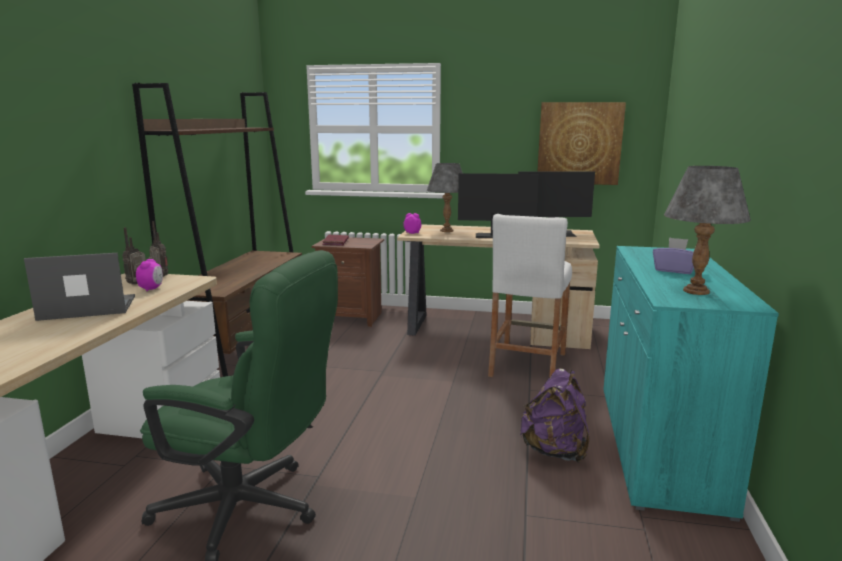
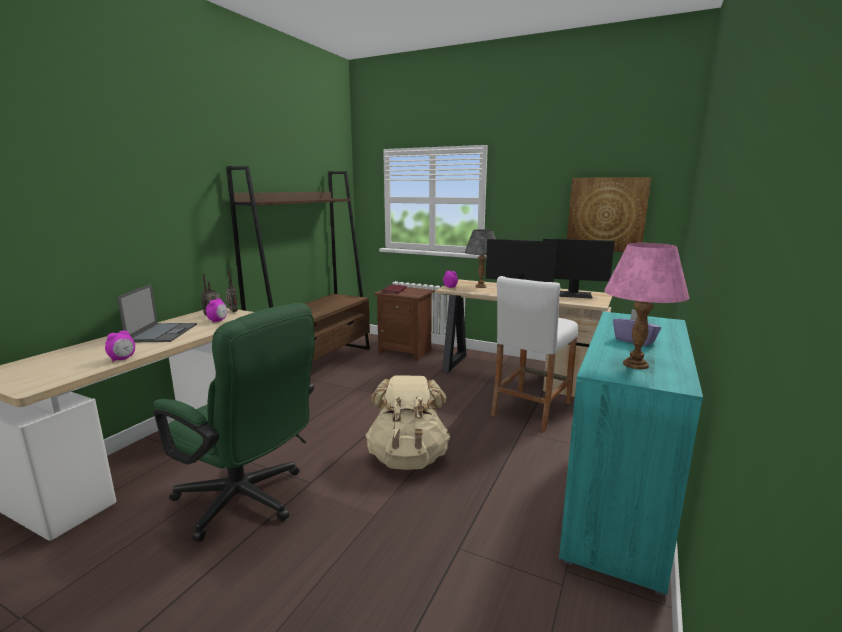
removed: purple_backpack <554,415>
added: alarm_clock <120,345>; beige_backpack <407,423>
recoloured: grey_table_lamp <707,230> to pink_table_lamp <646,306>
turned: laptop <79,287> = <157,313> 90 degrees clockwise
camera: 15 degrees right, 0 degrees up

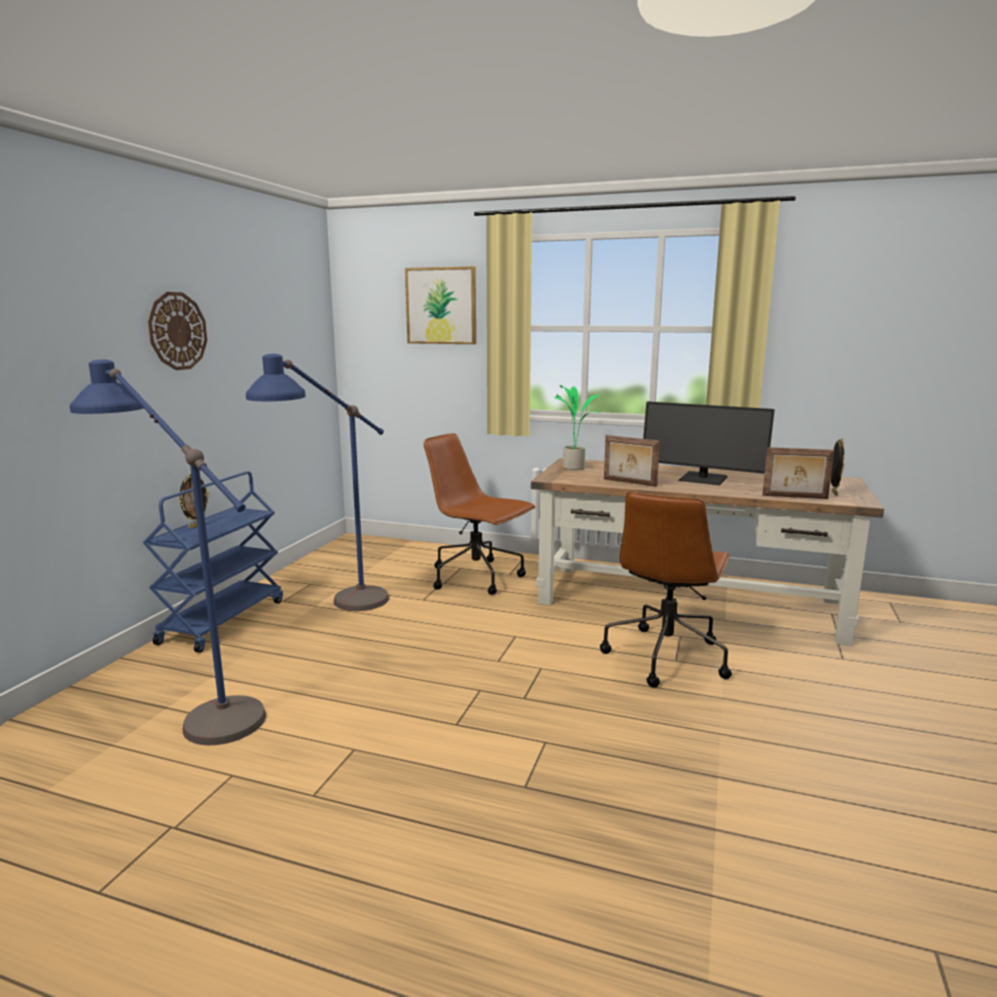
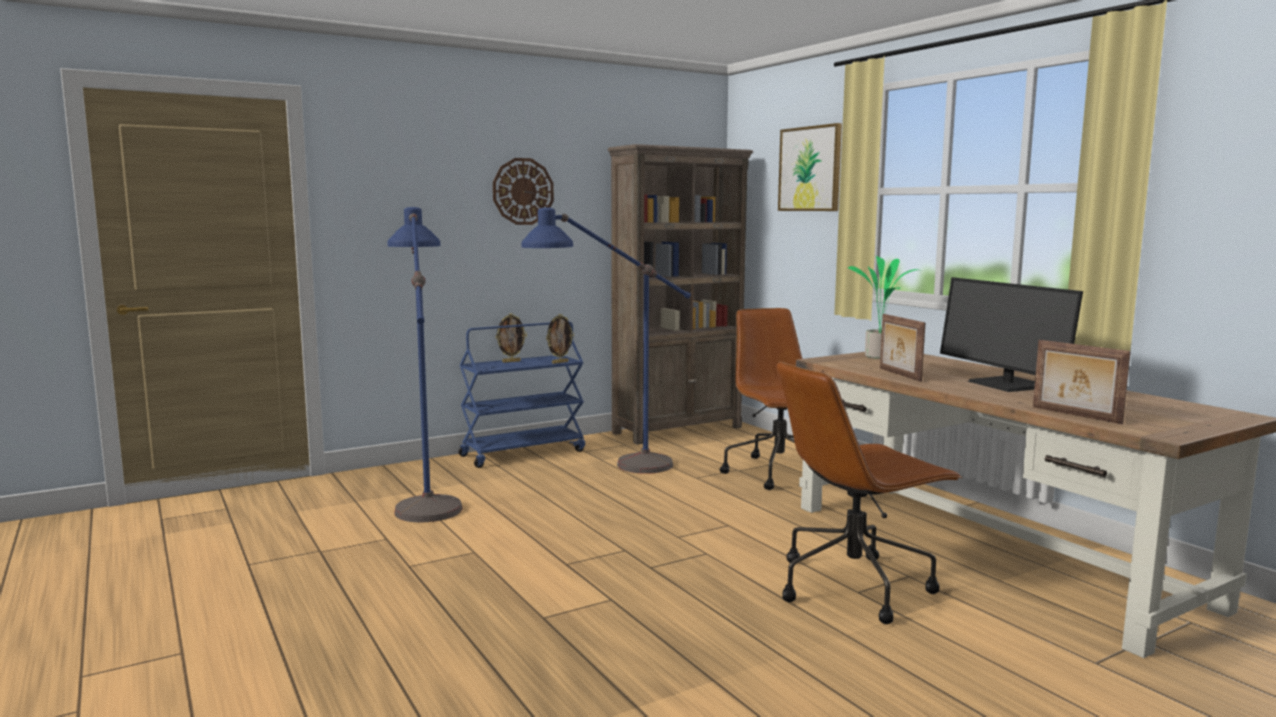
added: brown_bookcase <680,294>
moved: picture_frame <838,467> to <560,339>
camera: 40 degrees right, 5 degrees down

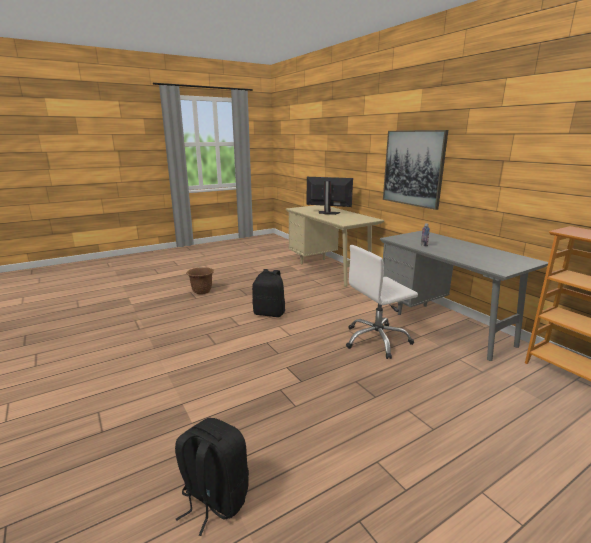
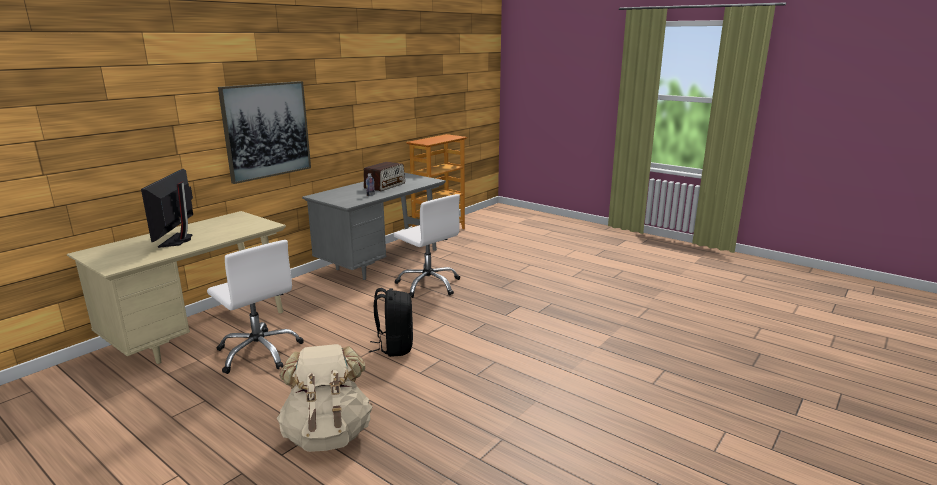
removed: black_backpack <212,477>
added: white_office_chair <255,307>; radio <384,176>
replaced: brown_planter <200,280> to beige_backpack <325,398>
camera: 110 degrees left, 0 degrees up

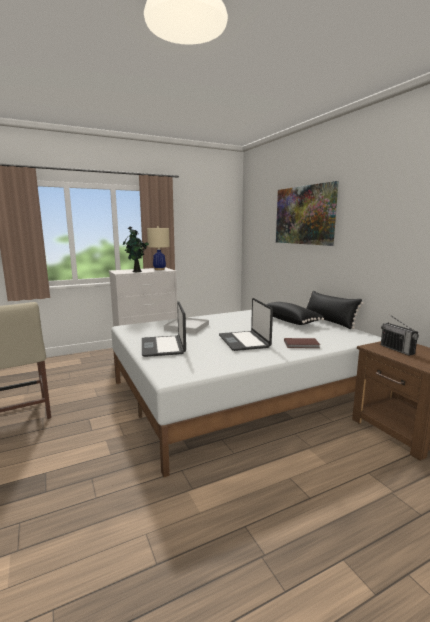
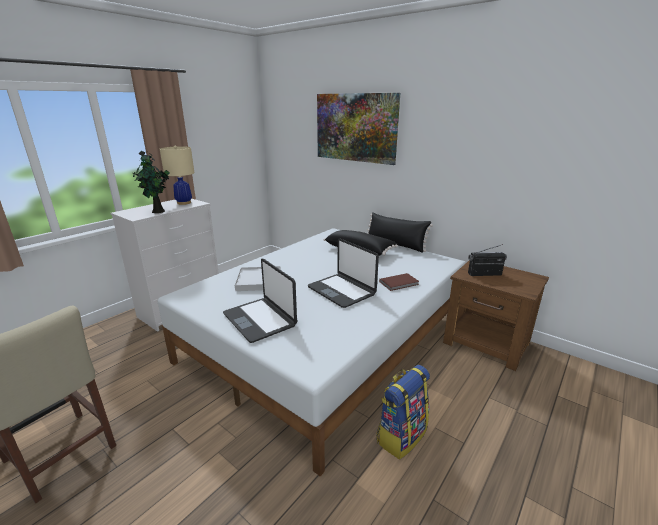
added: backpack <403,412>
turned: radio <400,335> = <487,260> 135 degrees clockwise
camera: 25 degrees left, 10 degrees up

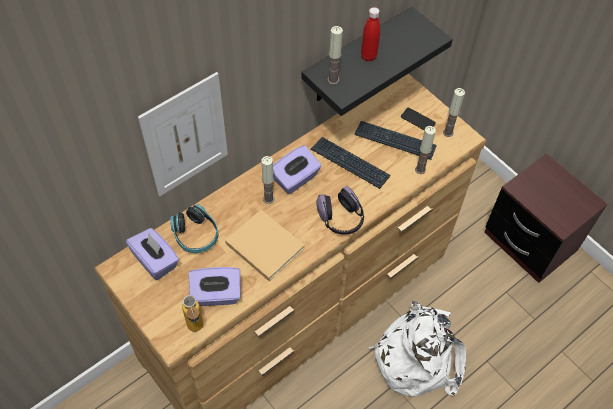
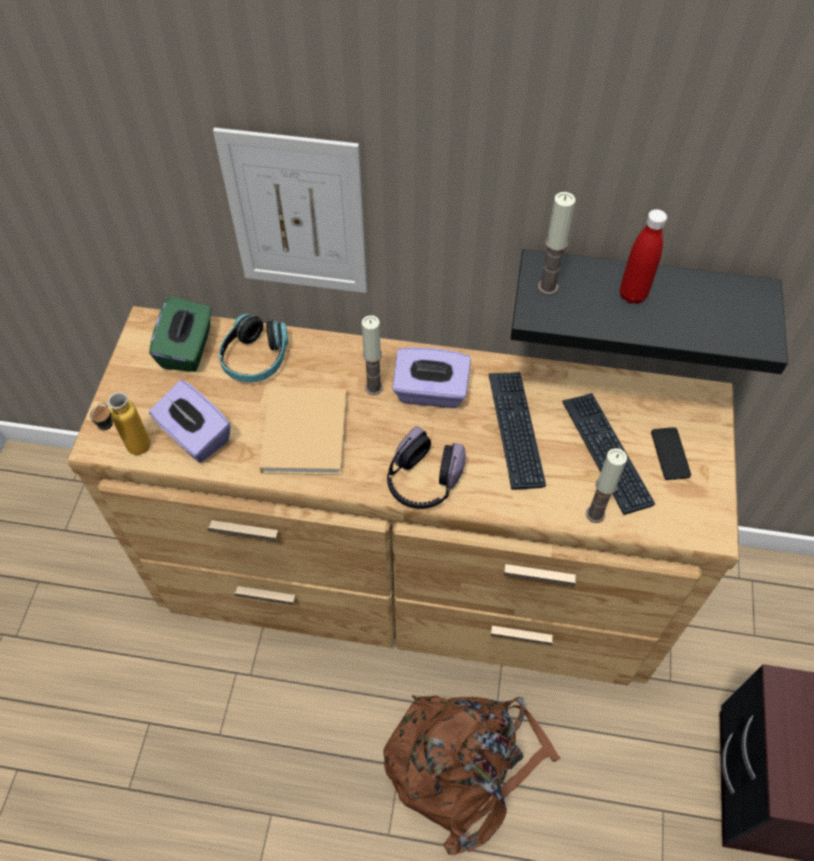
removed: candle <454,112>
recoloured: purple_tissue_box <152,254> to green_tissue_box <180,334>; white_backpack <417,349> to brown_backpack <471,775>
camera: 50 degrees right, 0 degrees up

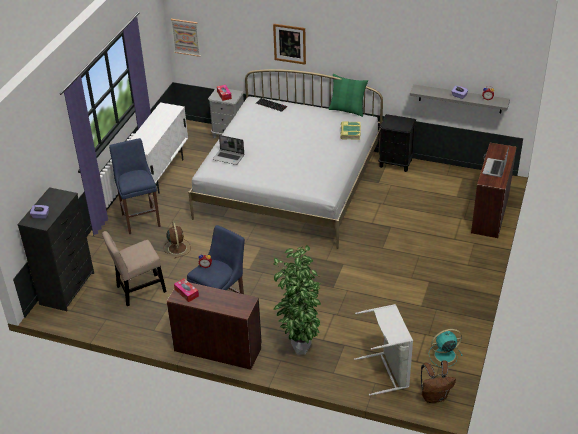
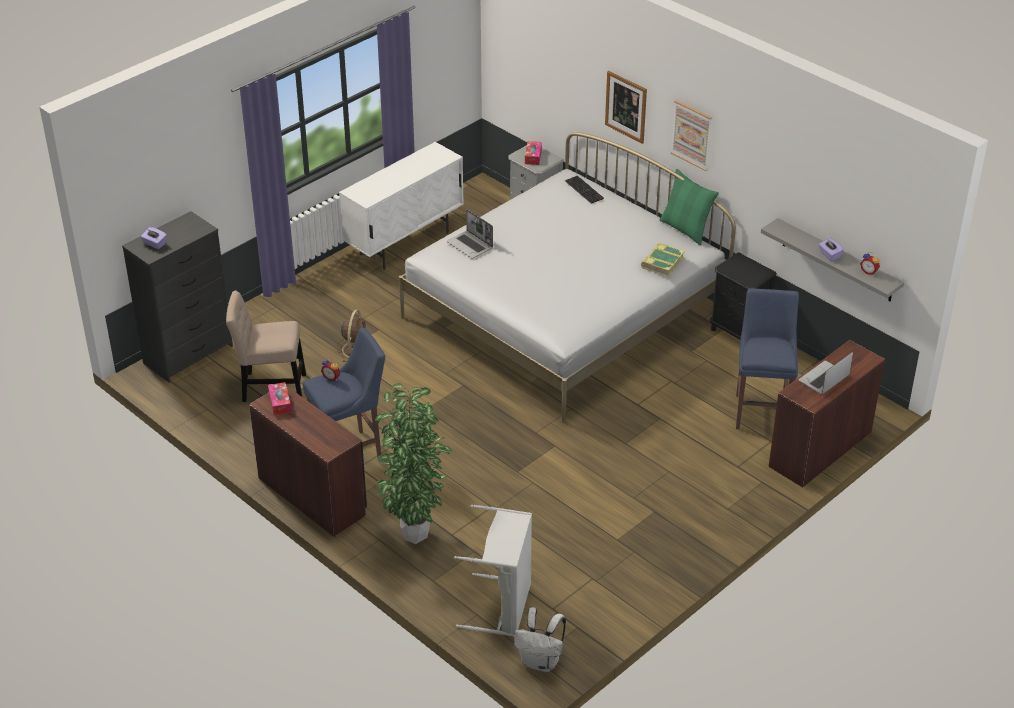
removed: turquoise_fan <446,348>
moved: blue_stool <135,186> to <767,358>; picture <185,38> to <691,135>
recoloured: brown_backpack <438,381> to white_backpack <540,639>
camera: 25 degrees right, 0 degrees up

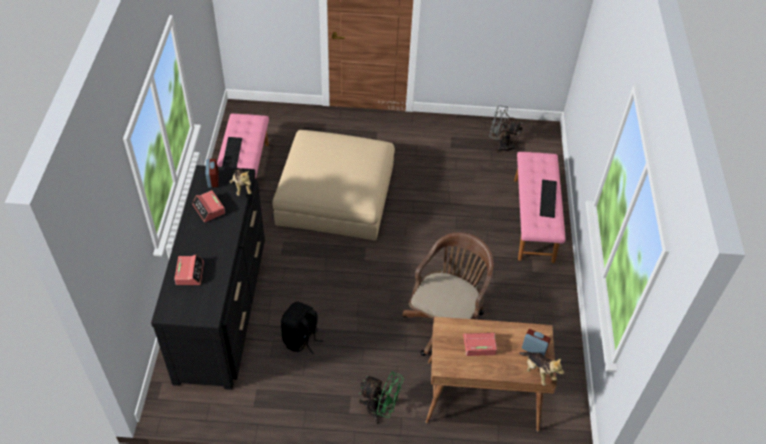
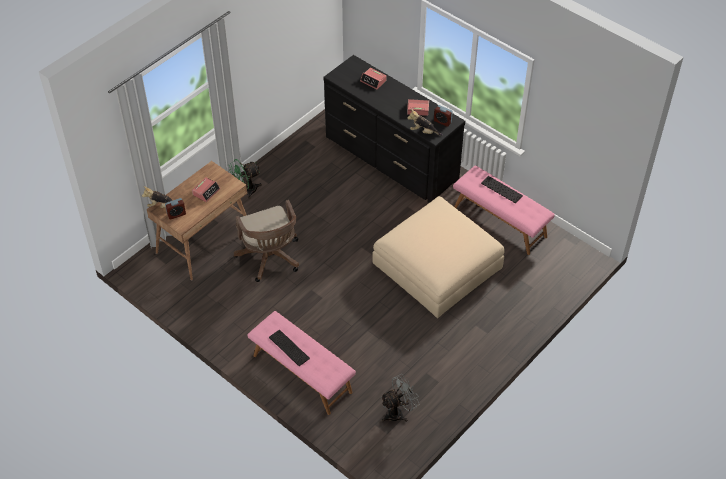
removed: black_backpack <302,327>
camera: 130 degrees right, 0 degrees up

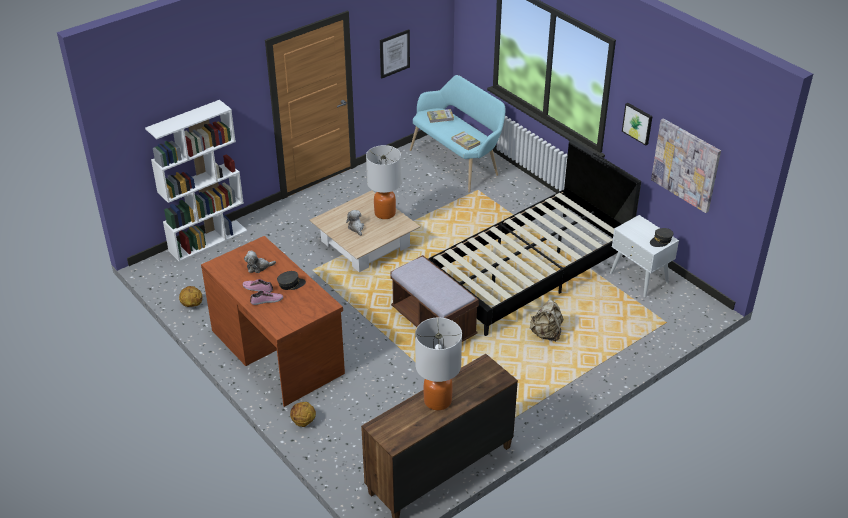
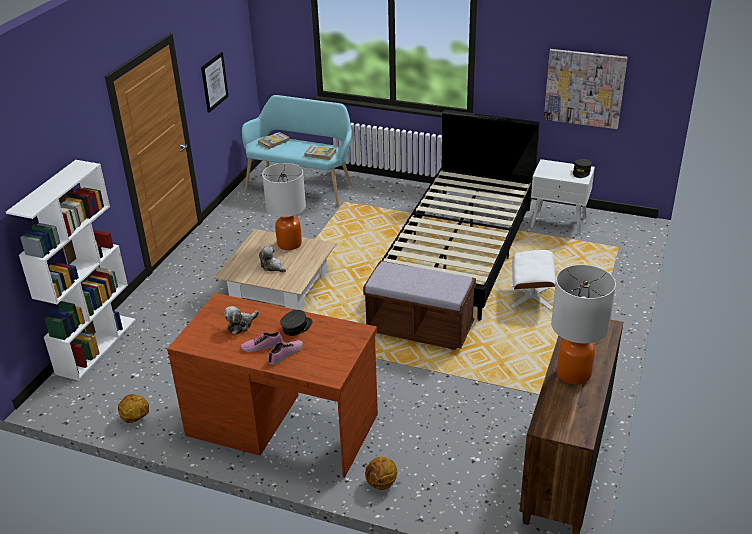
removed: picture <637,124>
replaced: beige_backpack <546,321> to white_ottoman <533,279>
camera: 30 degrees left, 5 degrees down

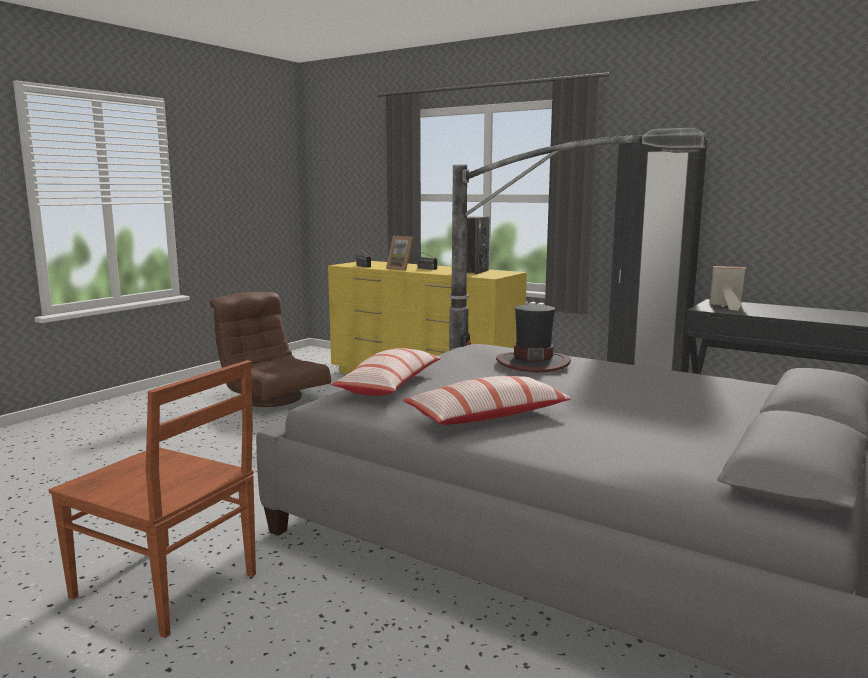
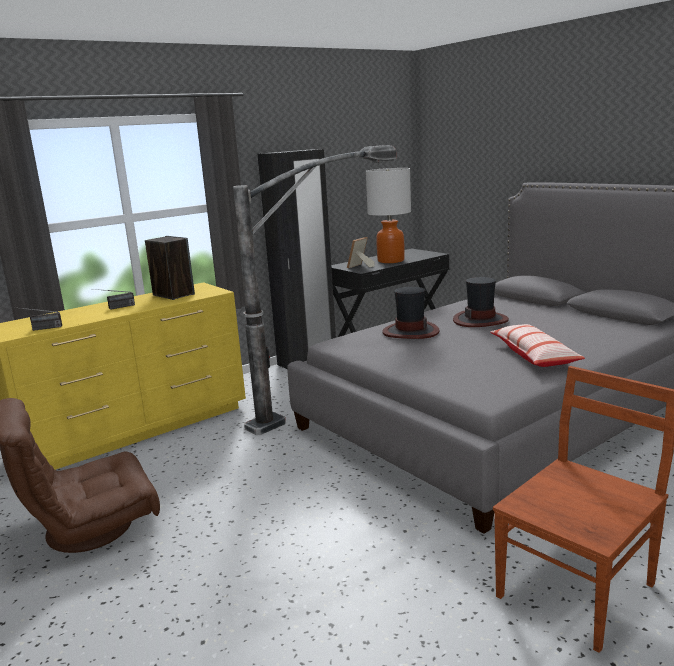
removed: pillow <386,372>; picture_frame <399,253>
added: table_lamp <388,215>; hat <481,302>
camera: 70 degrees left, 5 degrees up

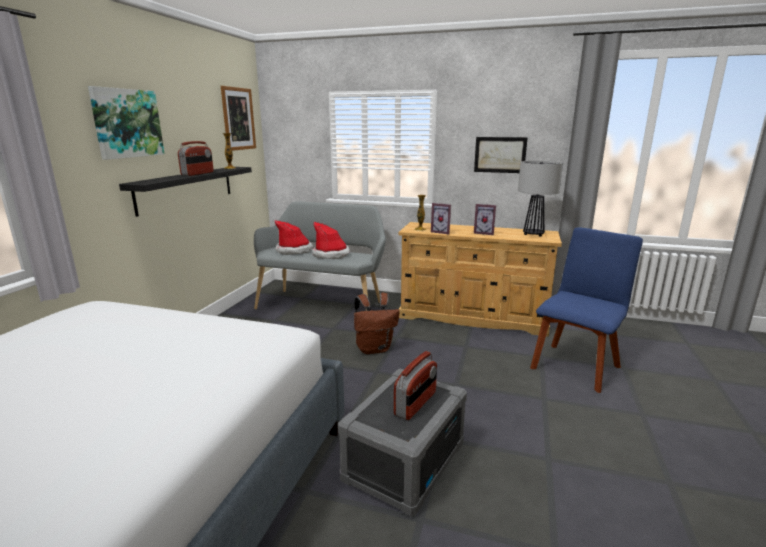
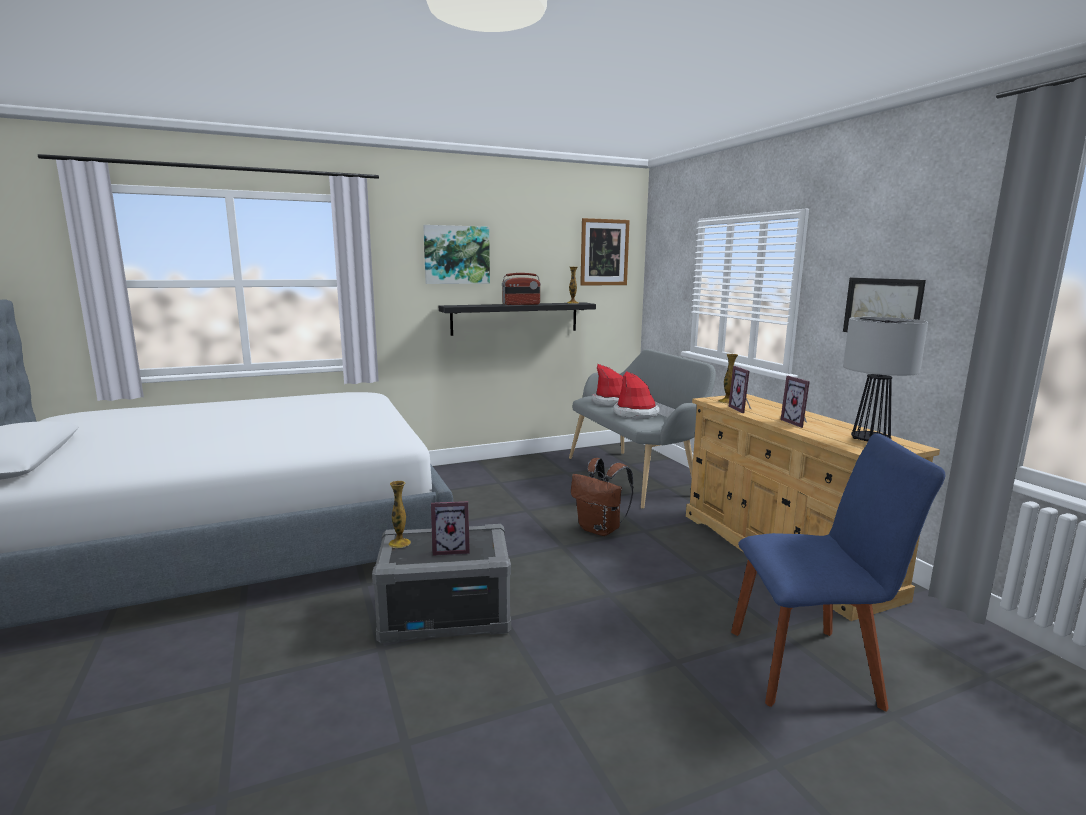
added: vase <400,514>
replaced: radio <415,385> to picture_frame <450,528>
camera: 50 degrees right, 5 degrees down

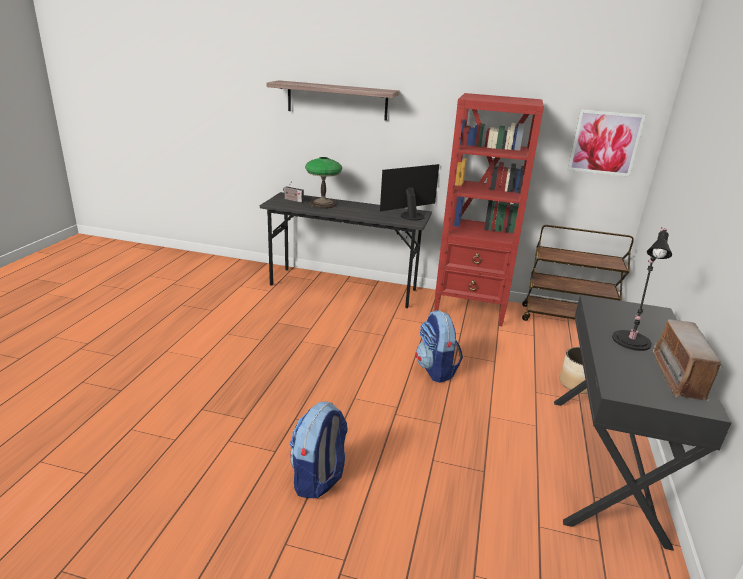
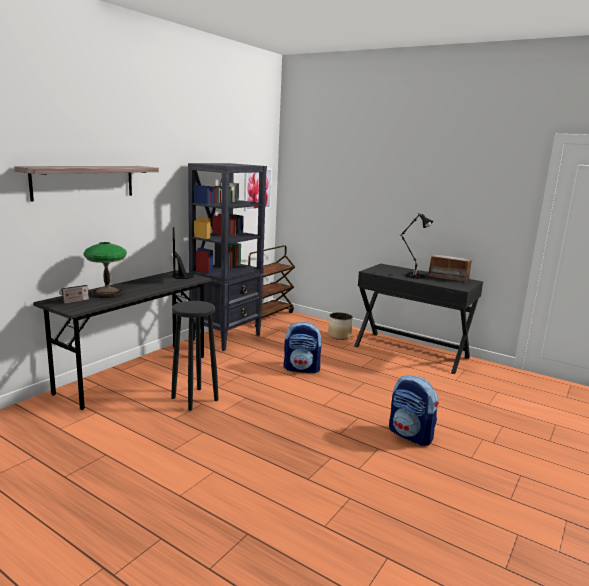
added: black_stool <195,356>
recoloured: red_bookcase <489,209> to black_bookcase <227,257>
camera: 70 degrees left, 10 degrees down

